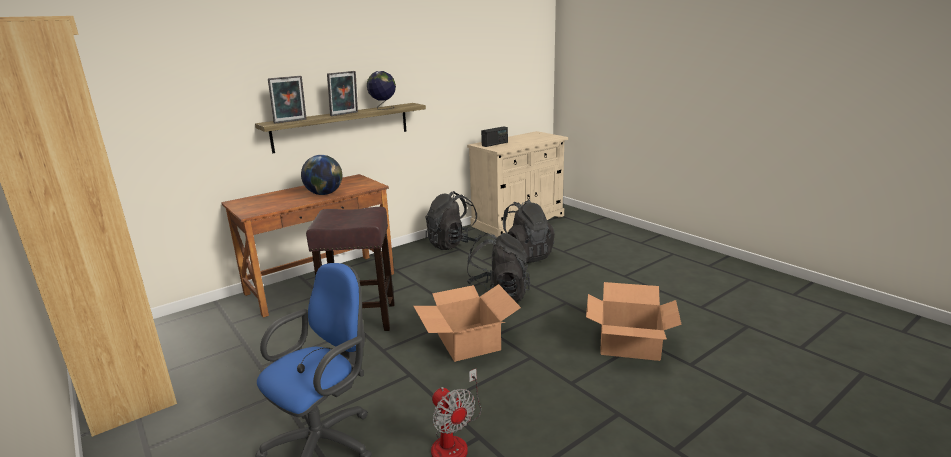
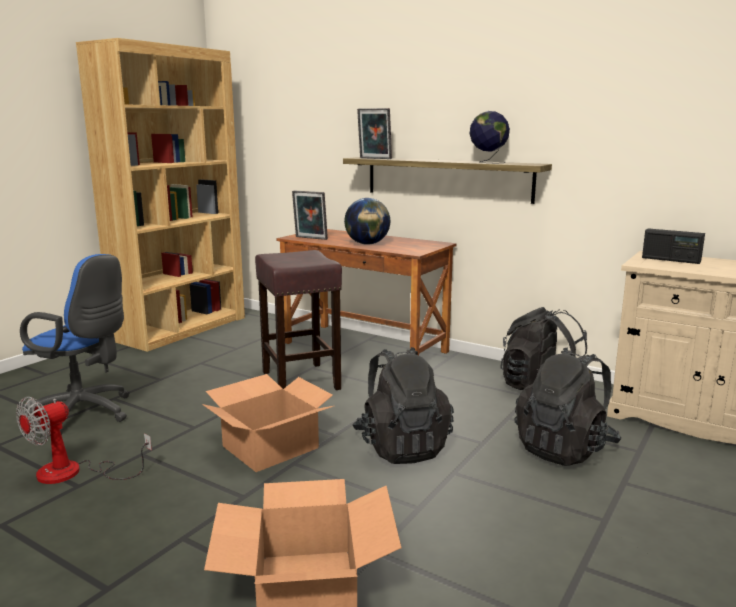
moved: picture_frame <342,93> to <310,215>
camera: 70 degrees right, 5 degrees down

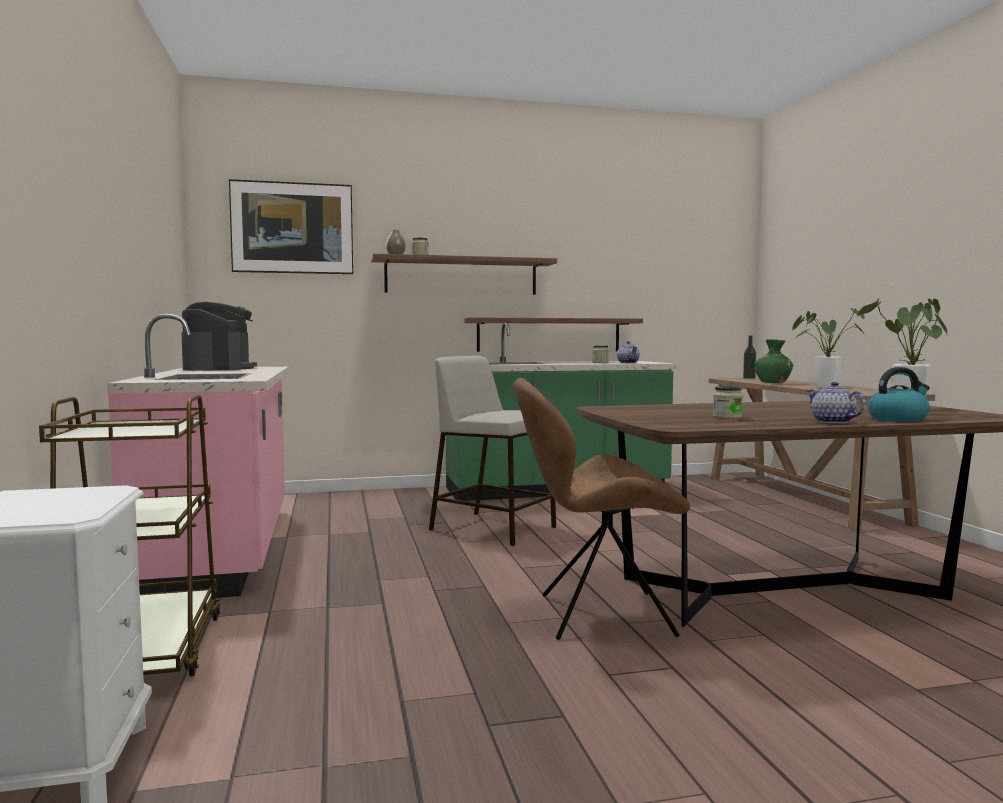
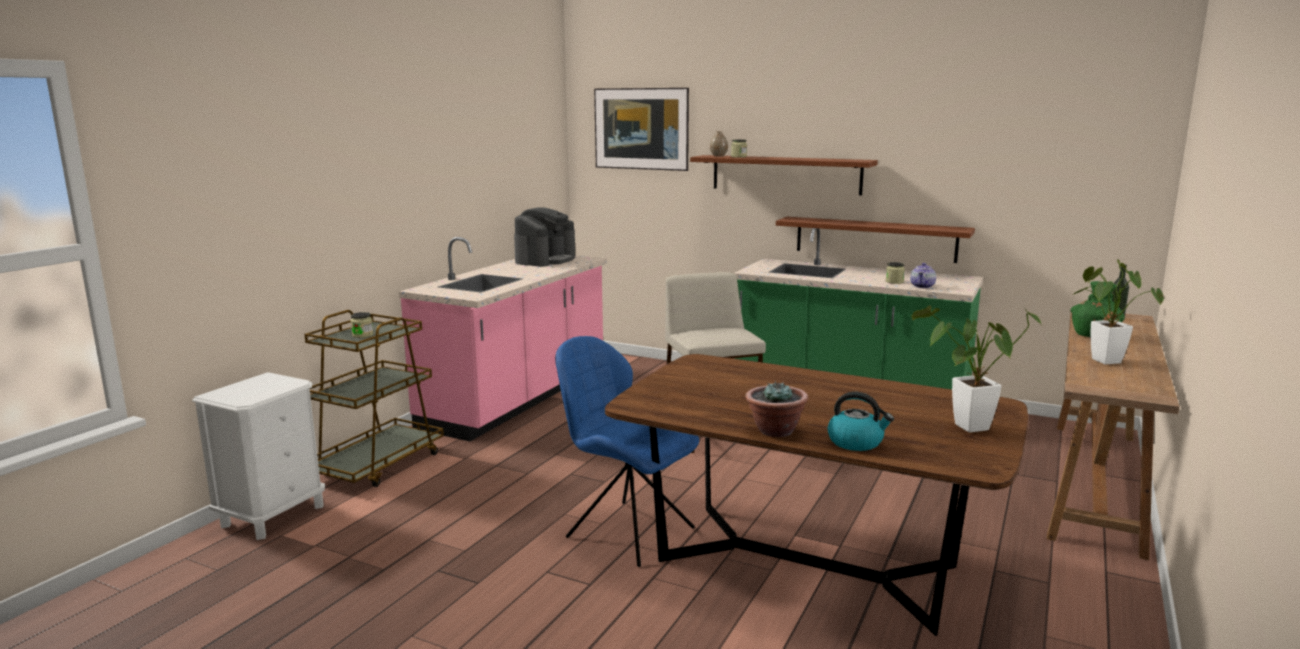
moved: jar <728,402> to <362,325>
replaced: teapot <835,403> to potted_plant <776,408>
recoloured: brown_chair <601,509> to blue_chair <627,451>
camera: 40 degrees right, 10 degrees up

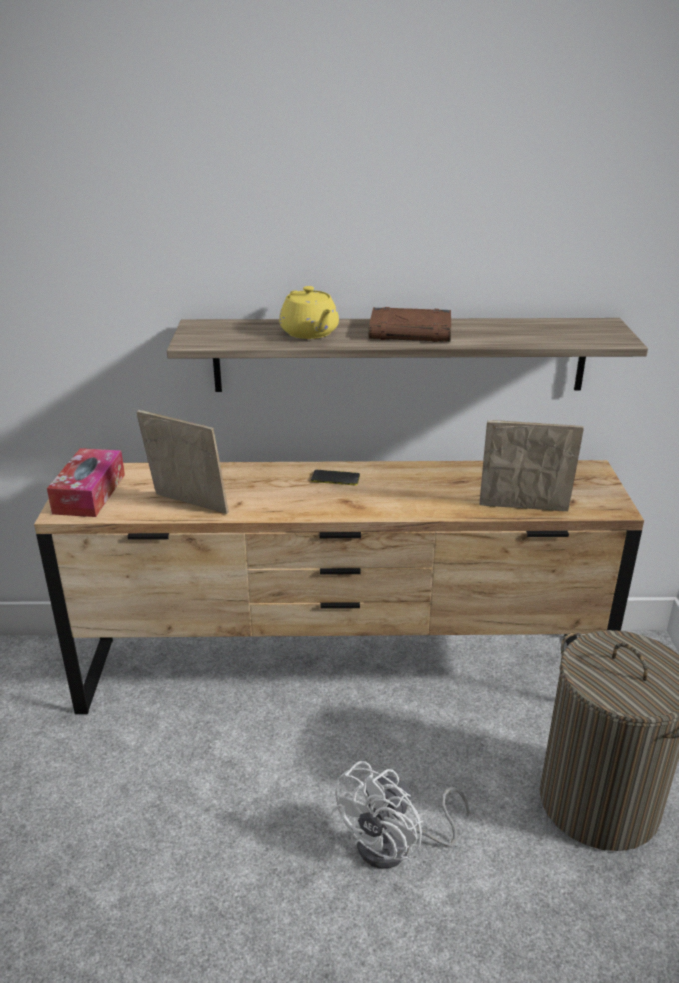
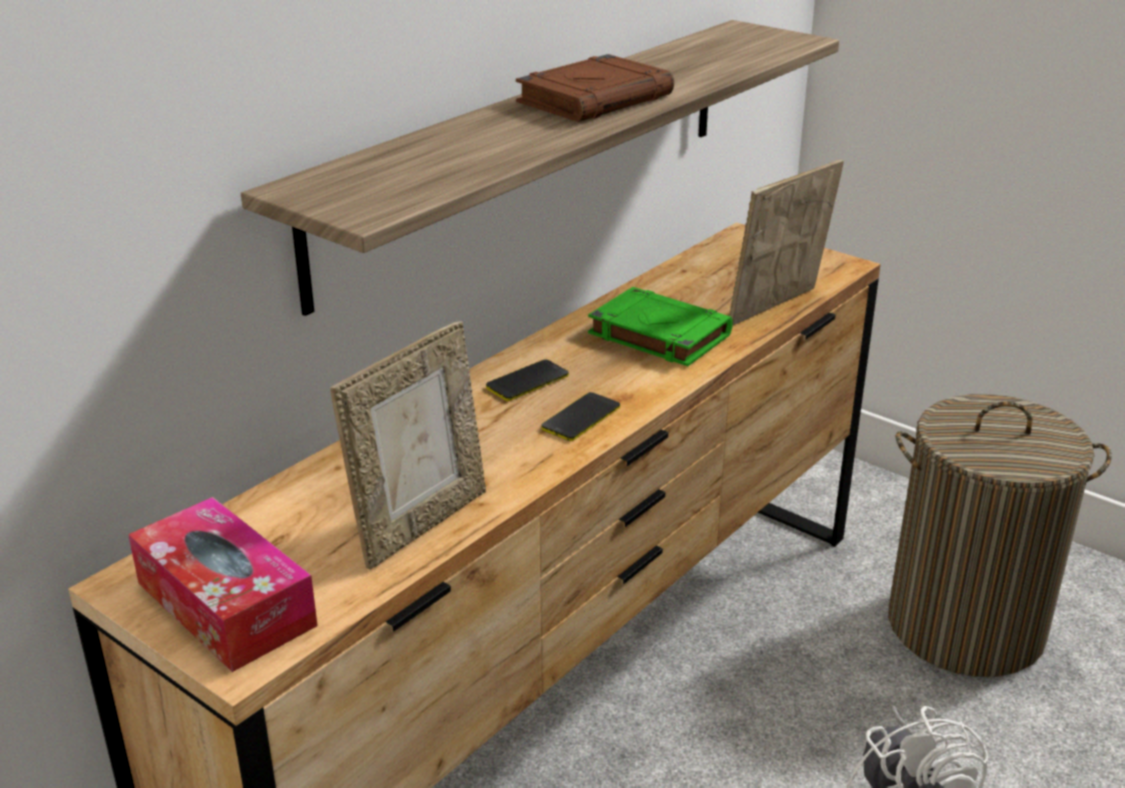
removed: yellow_teapot <309,312>
added: phone <580,416>; green_book <660,326>
turned: picture_frame <183,462> = <408,445> 150 degrees clockwise
camera: 50 degrees left, 0 degrees up

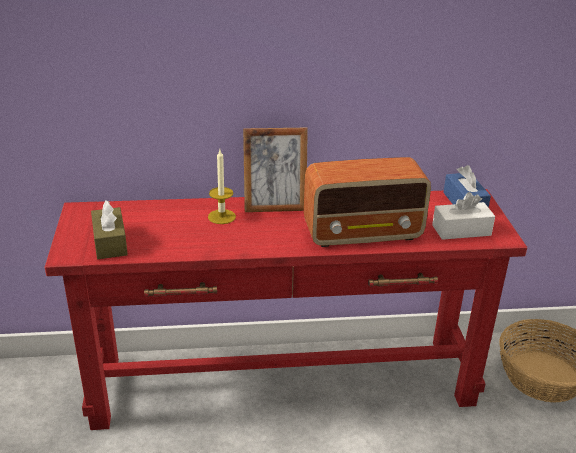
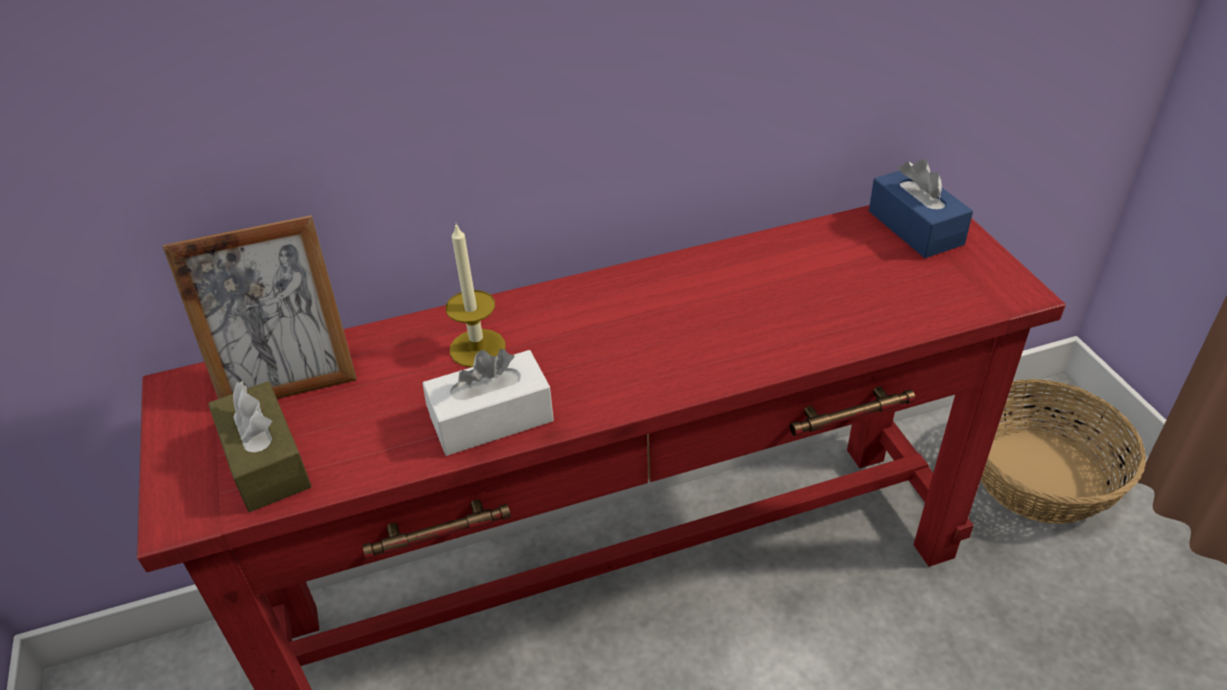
removed: radio <367,202>
moved: picture_frame <275,170> to <260,307>; white_tissue_box <463,216> to <488,402>
camera: 10 degrees left, 10 degrees up

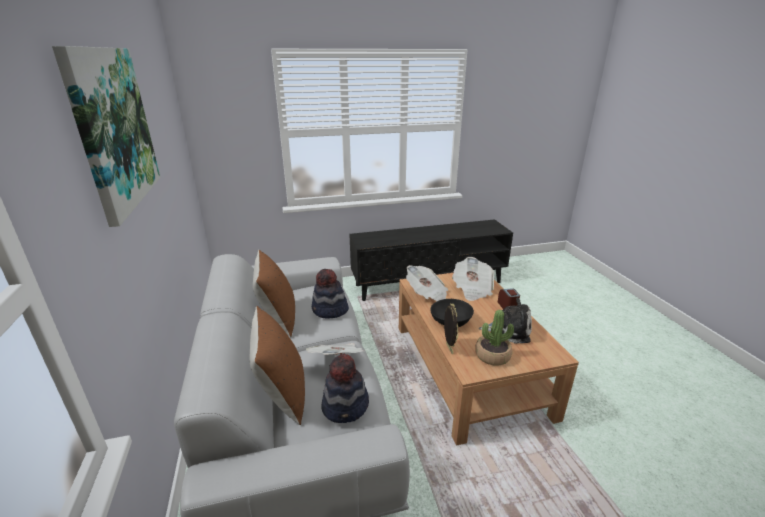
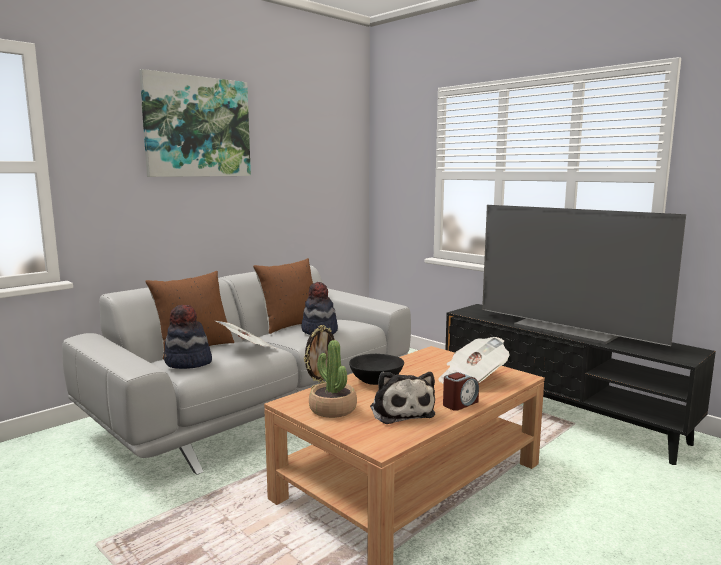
removed: newspaper <427,283>
added: television <584,275>
camera: 60 degrees right, 15 degrees down

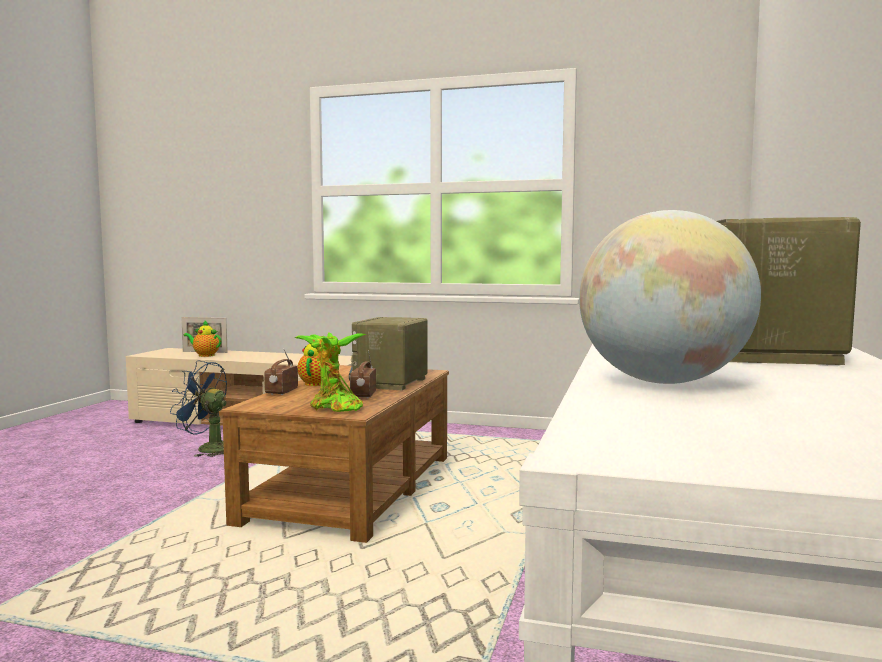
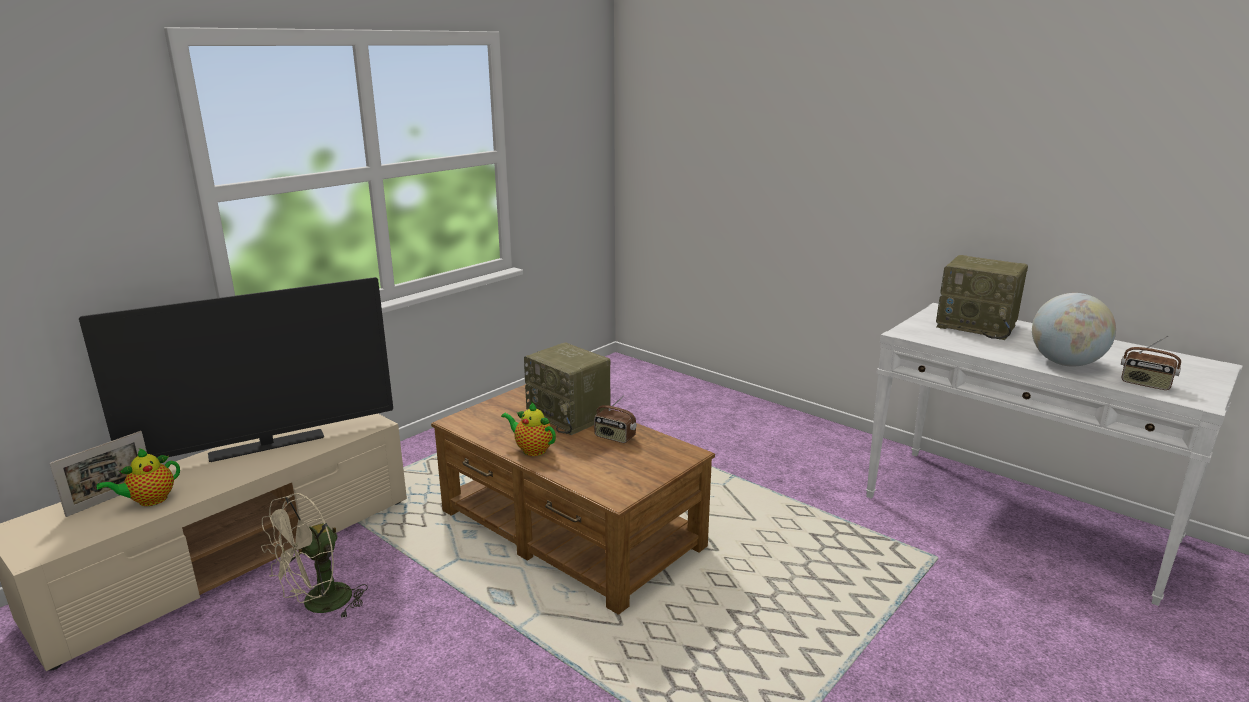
removed: potted_plant <330,372>
added: television <236,369>
moved: radio <281,371> to <1151,363>
recoloured: blue_fan <198,408> to beige_fan <314,555>
camera: 65 degrees left, 15 degrees up

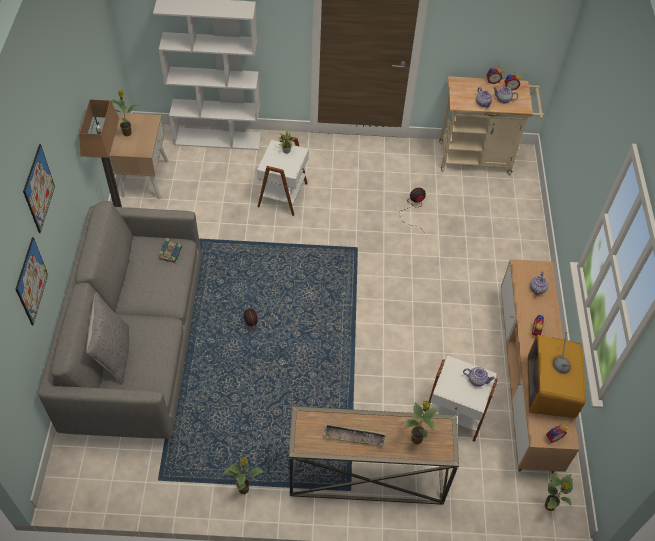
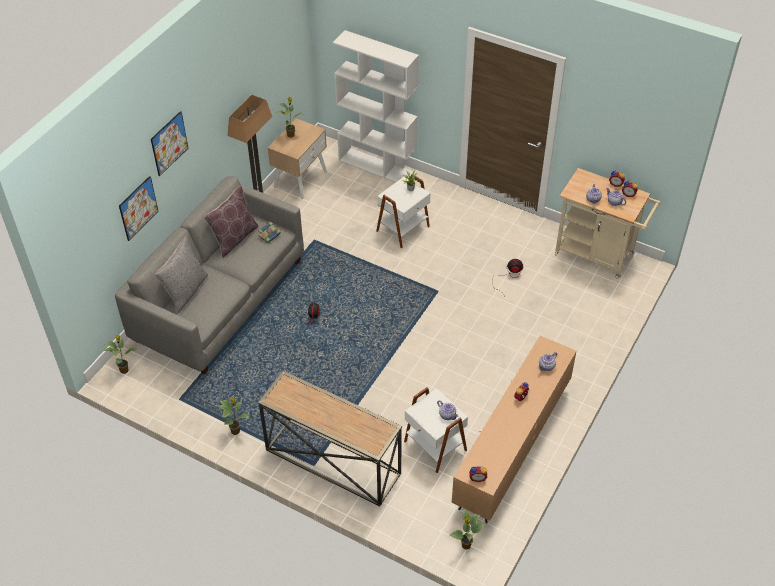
removed: tray <354,435>; television <556,375>
added: brown_pillow <231,222>
moved: potted_plant <422,422> to <120,354>
camera: 30 degrees right, 5 degrees down

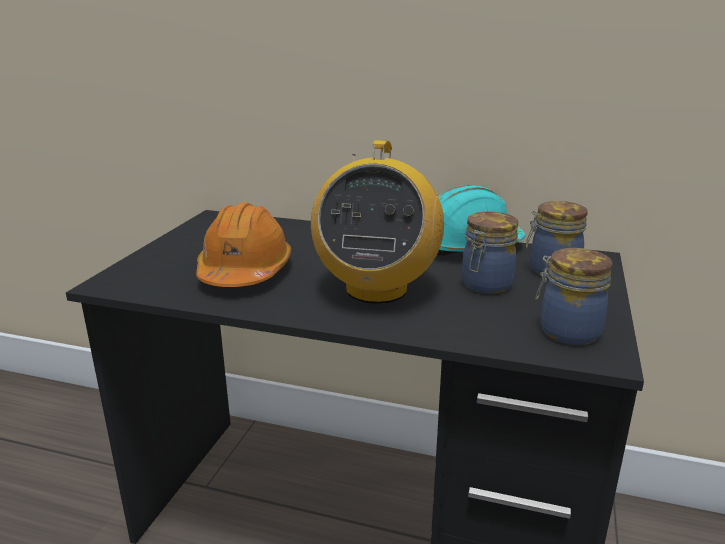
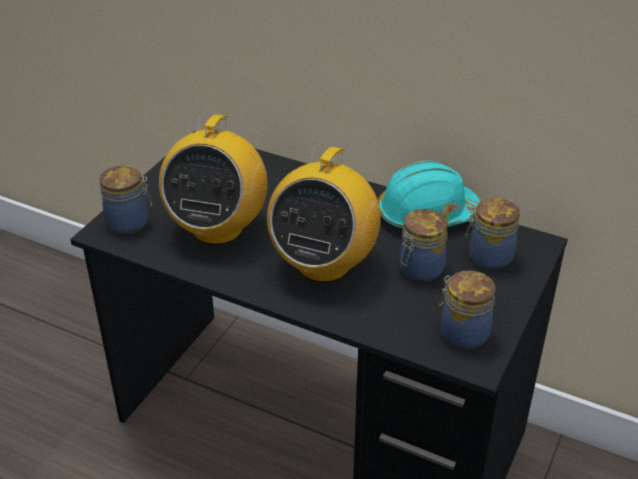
added: jar <125,199>
replaced: orange_hard_hat <243,244> to radio <213,179>
camera: 10 degrees right, 15 degrees up

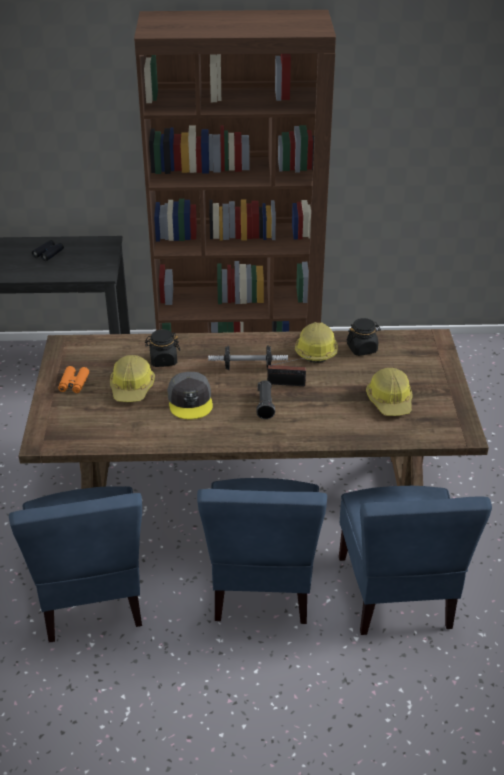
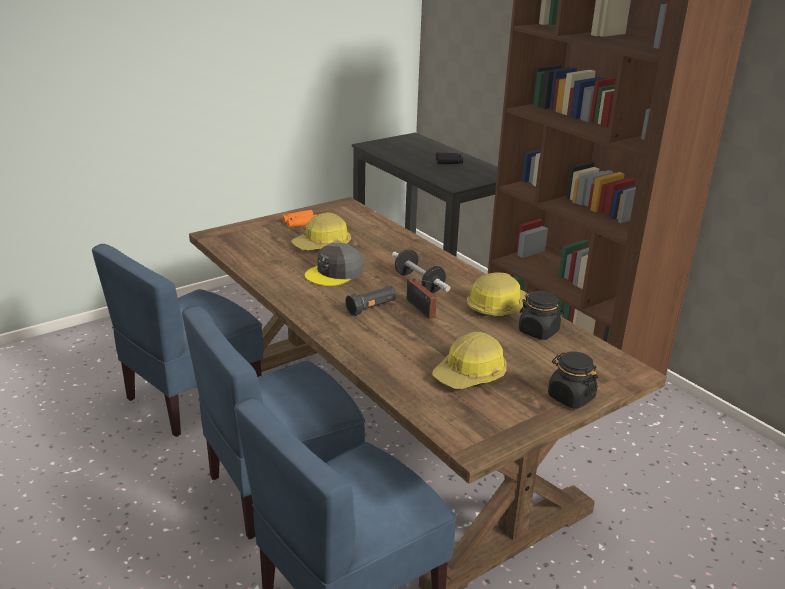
moved: black_jar <162,348> to <573,380>
camera: 55 degrees right, 10 degrees down

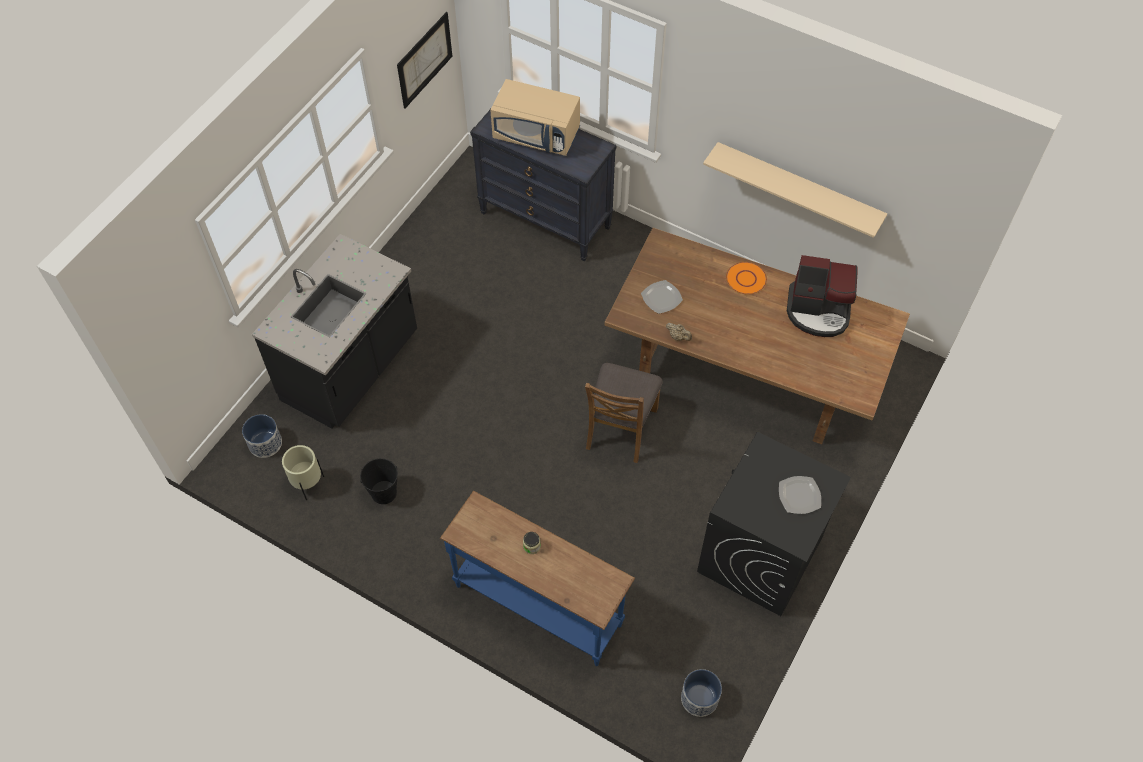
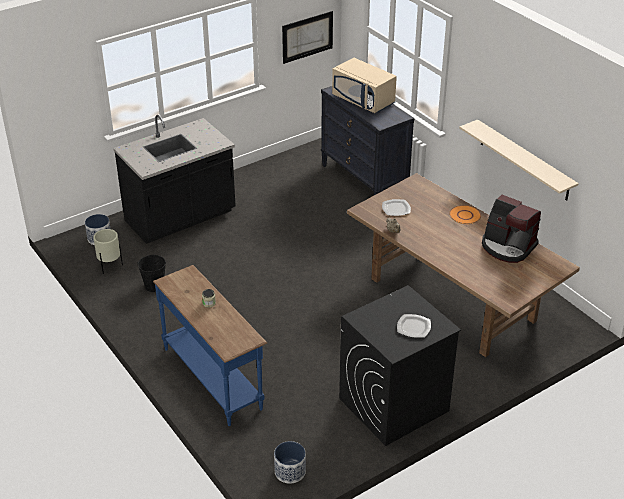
removed: brown_chair <624,413>
camera: 25 degrees right, 20 degrees down

